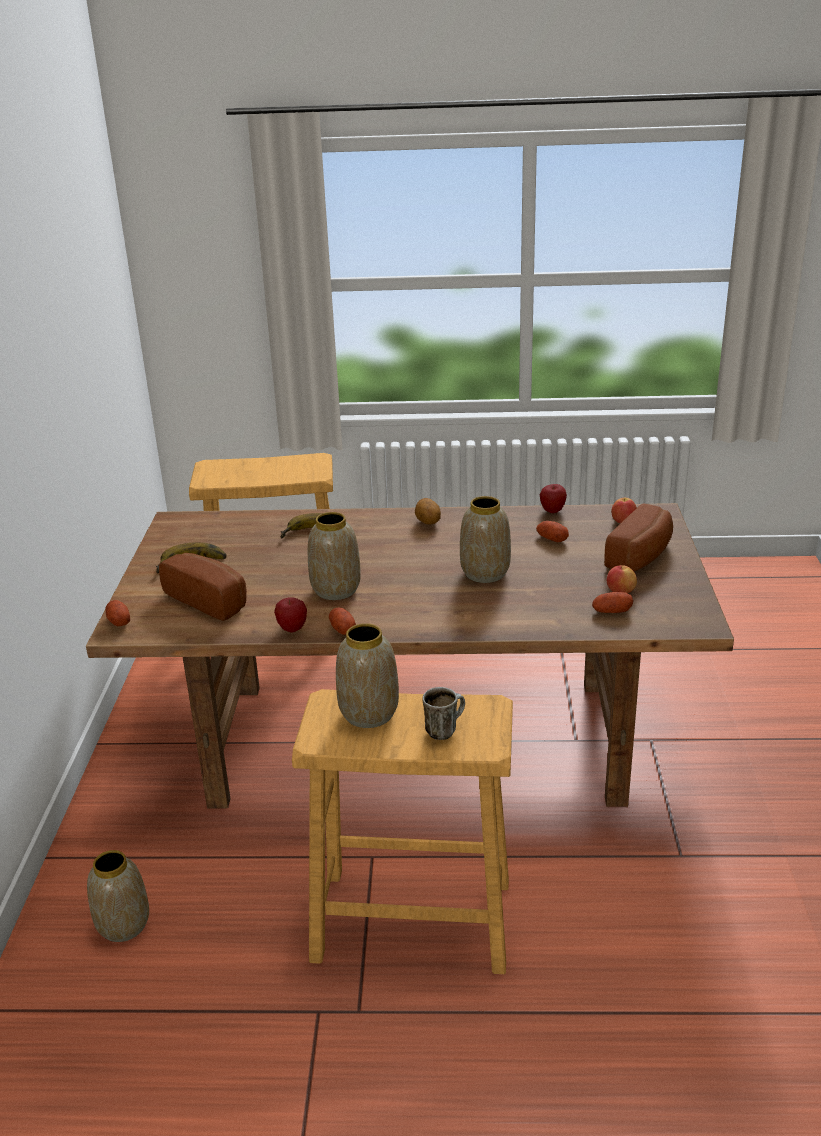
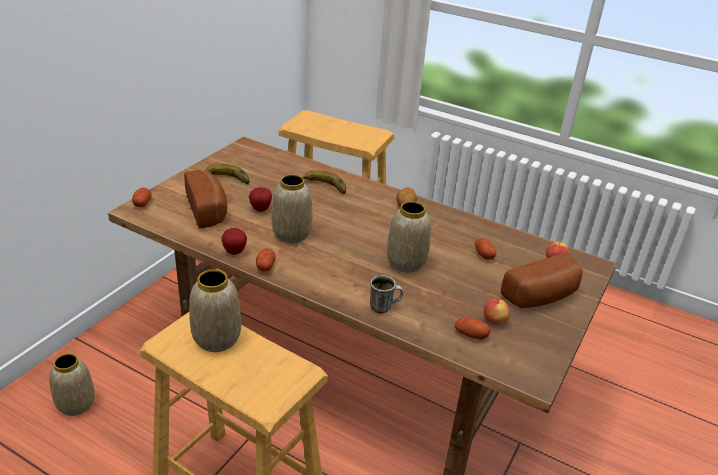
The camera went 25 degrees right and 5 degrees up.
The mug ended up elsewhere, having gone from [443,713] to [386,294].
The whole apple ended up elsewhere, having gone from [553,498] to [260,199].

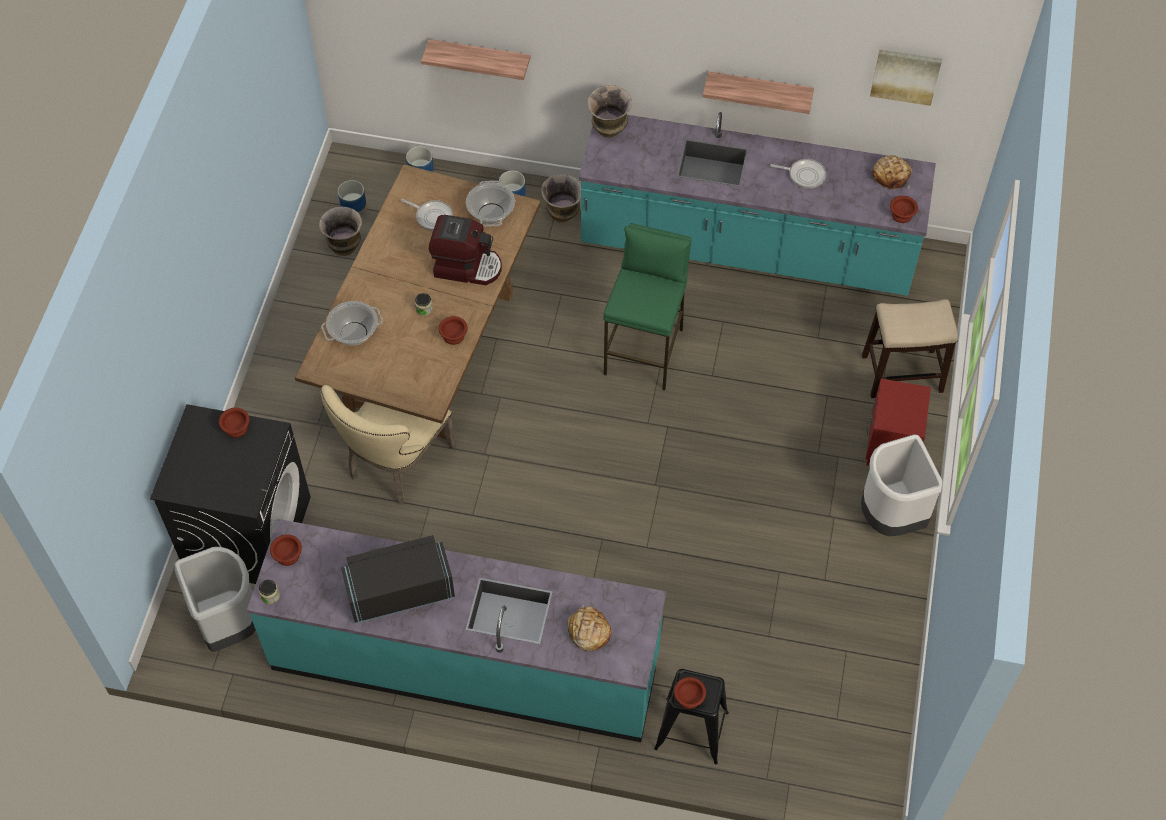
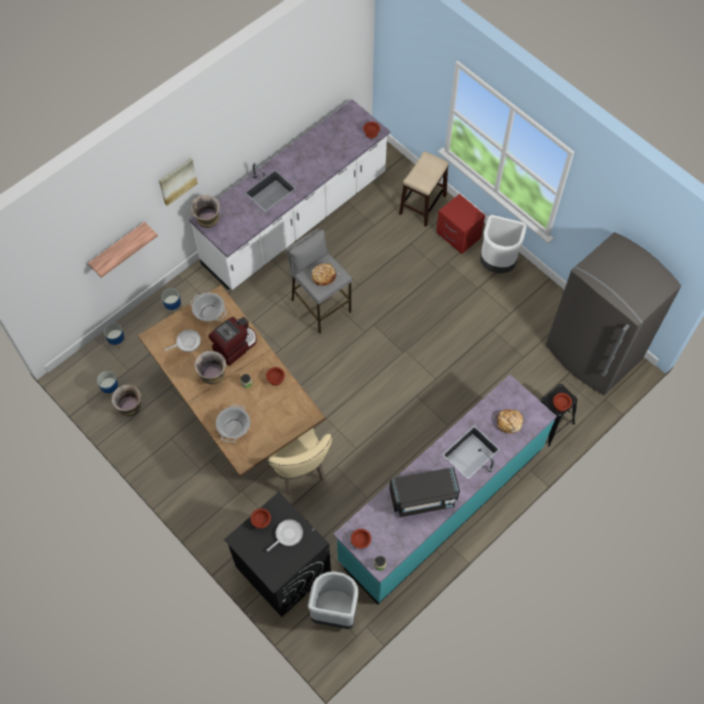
The camera went 55 degrees left and 5 degrees up.
The microwave oven (blackish) at [398,579] ended up facing another way, 120 degrees counterclockwise from before.
The decorative vase ended up elsewhere, having gone from [561,198] to [210,367].
What was the counter (blue-green) at [757,204] turned into the counter (white) at [289,194].
What was the stool (green) at [647,306] turned into the stool (greyish) at [319,281].
The second view lost the wall shelf at [758,92].
The pan ended up elsewhere, having gone from [798,174] to [285,535].
The wall art ended up elsewhere, having gone from [906,77] to [178,182].
The bread ended up elsewhere, having gone from [892,172] to [325,274].
The second view gained the kitchen fridge (greyish) at [613,313].

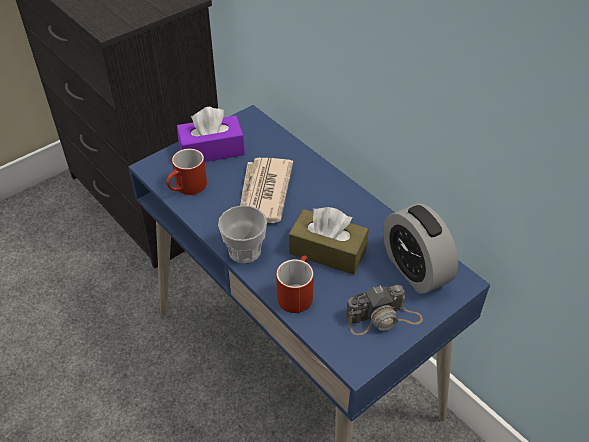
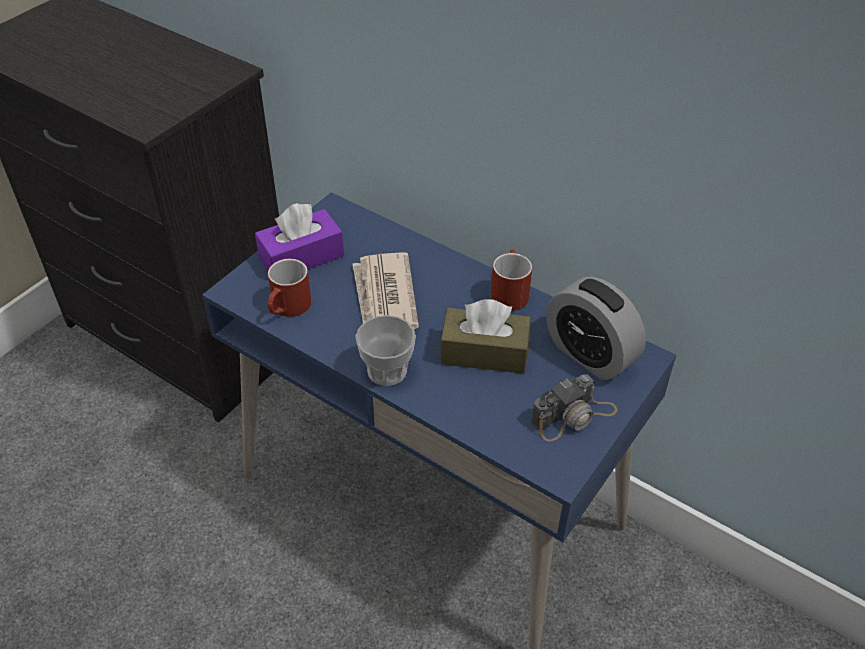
The camera went 15 degrees left and 0 degrees up.
The mug (red) ended up elsewhere, having gone from [295,284] to [511,280].

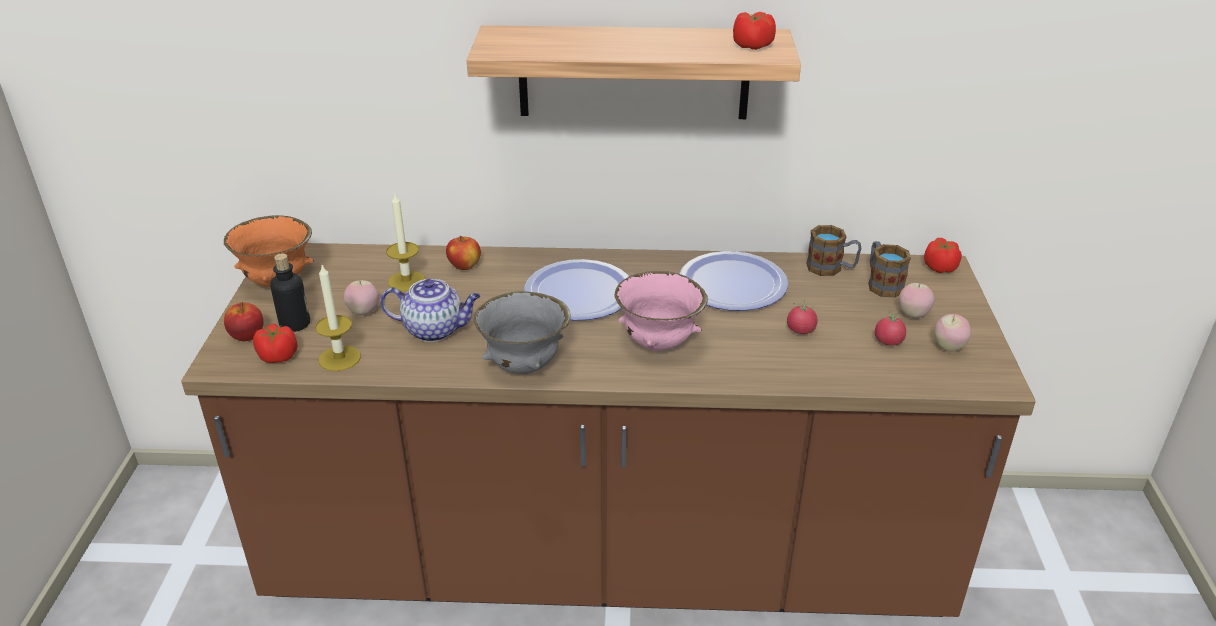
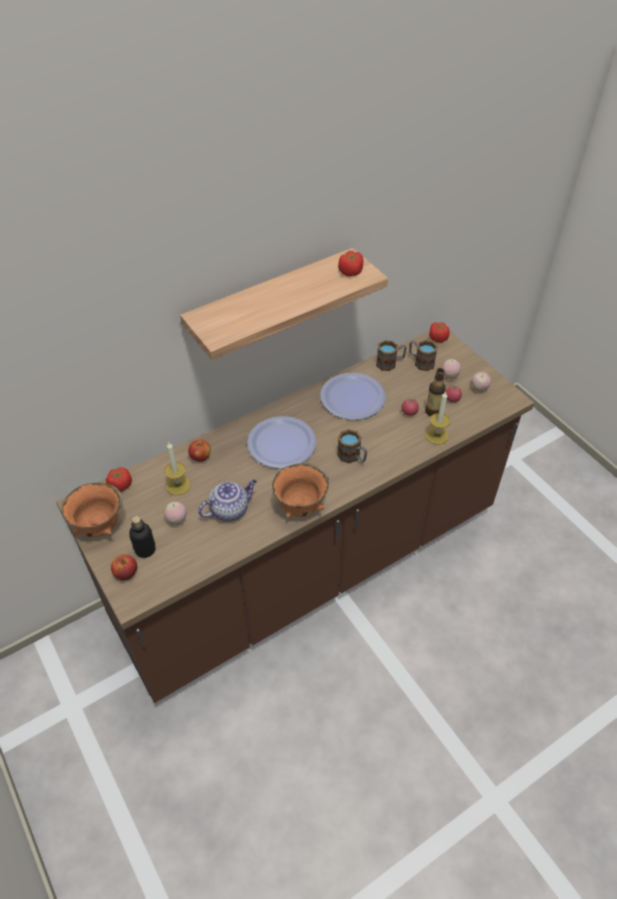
The camera went 35 degrees left and 15 degrees up.
The whole tomato ended up elsewhere, having gone from [275,343] to [119,479].
The wax light ended up elsewhere, having gone from [338,317] to [437,418].
What was the serving bowl (greyish) at [522,332] turned into the serving bowl (orange-coloured) at [300,490].
Where the serving bowl (pink) stood at [661,311], the mug came to stand at [352,446].
The second view gained the beverage bottle at [435,392].

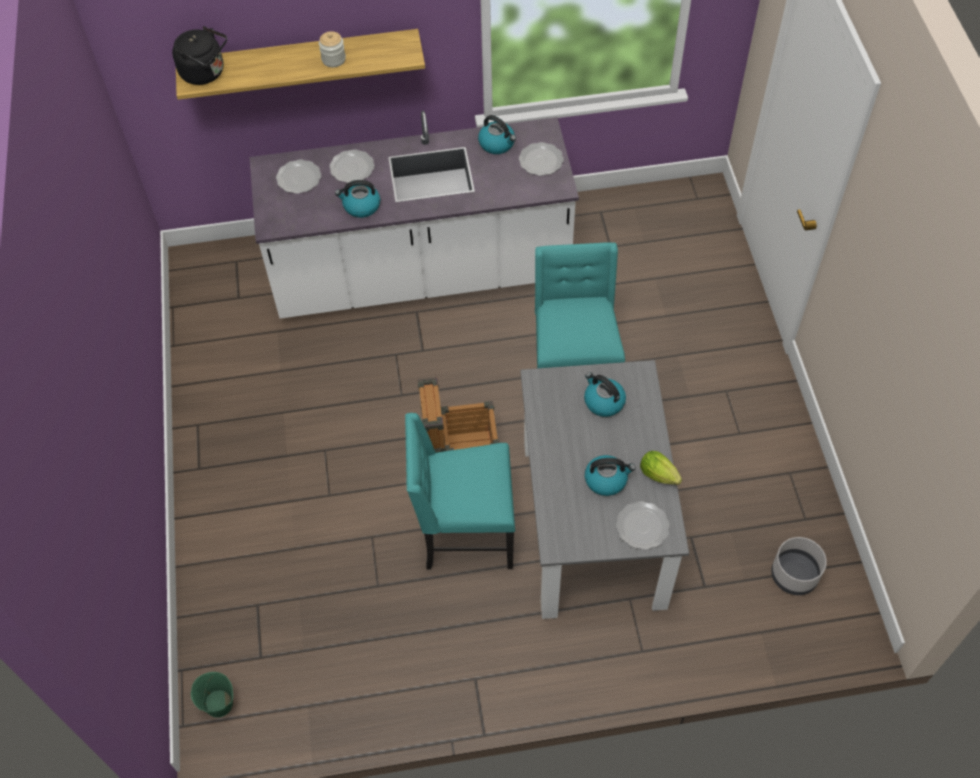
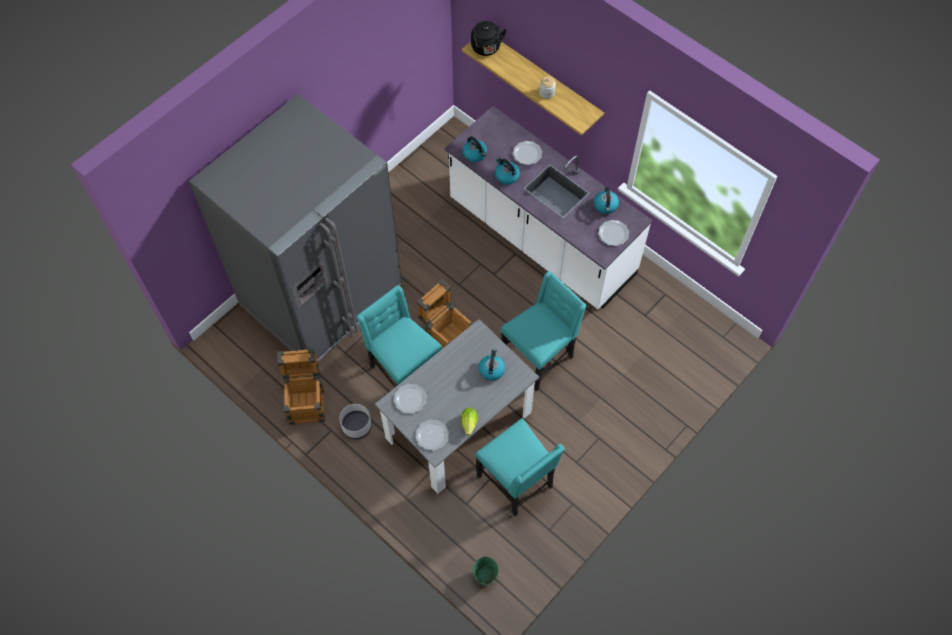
The camera went 50 degrees right and 5 degrees up.
The bucket (green) ended up elsewhere, having gone from [212,695] to [486,570].
The plate ended up elsewhere, having gone from [298,177] to [410,399].
The tea kettle ended up elsewhere, having gone from [610,475] to [475,149].
The planter (greyish) ended up elsewhere, having gone from [799,566] to [356,422].
The second view gained the kitchen fridge (greyish) at [295,228].
The second view gained the crate at [301,387].
The second view gained the upright chair (blue-green) at [520,467].

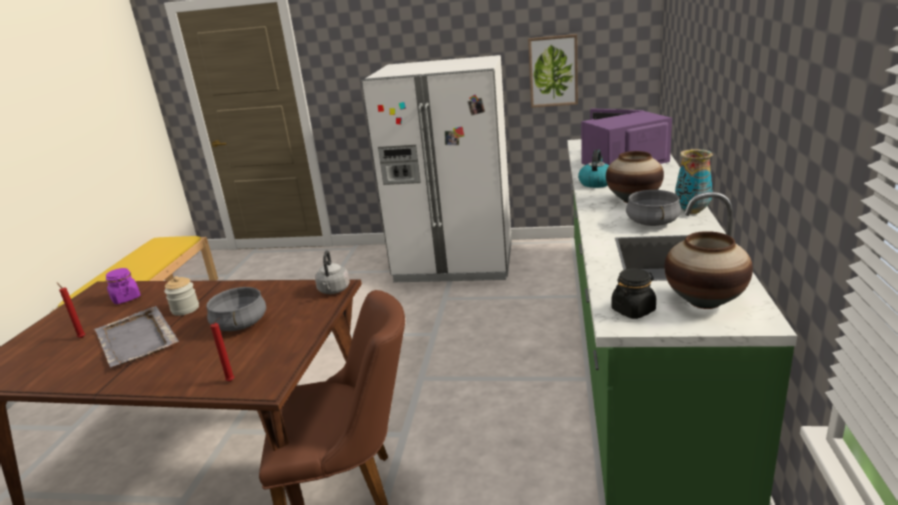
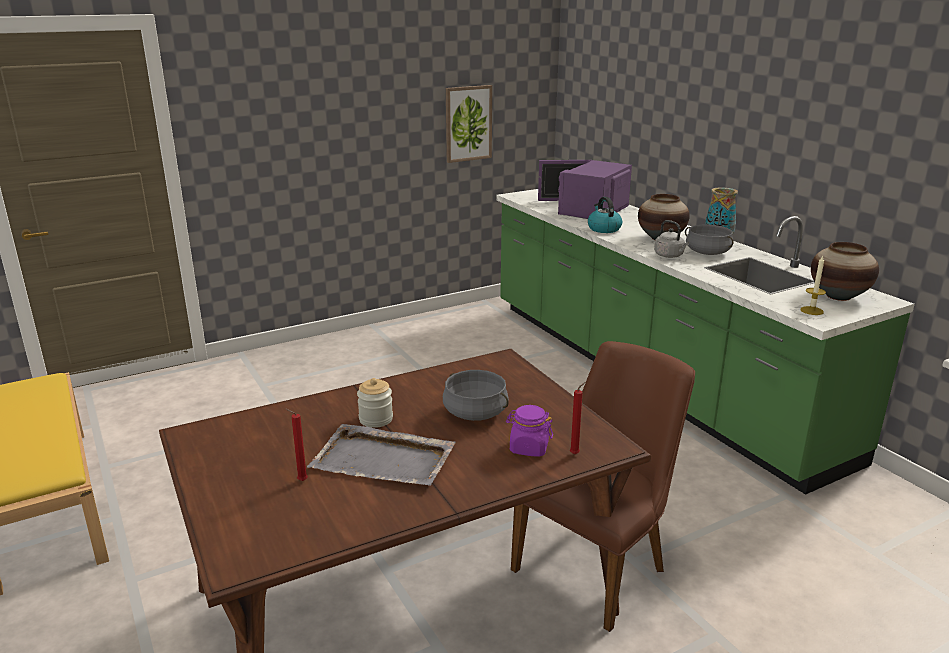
The camera went 40 degrees left and 0 degrees up.
The jar (purple-coloured) ended up elsewhere, having gone from [123,286] to [529,431].
The tea kettle (greyish) ended up elsewhere, having gone from [332,272] to [671,239].
The second view lost the kitchen fridge (white) at [436,168].
Where the jar (blackish) stood at [634,293], the wax light came to stand at [813,285].

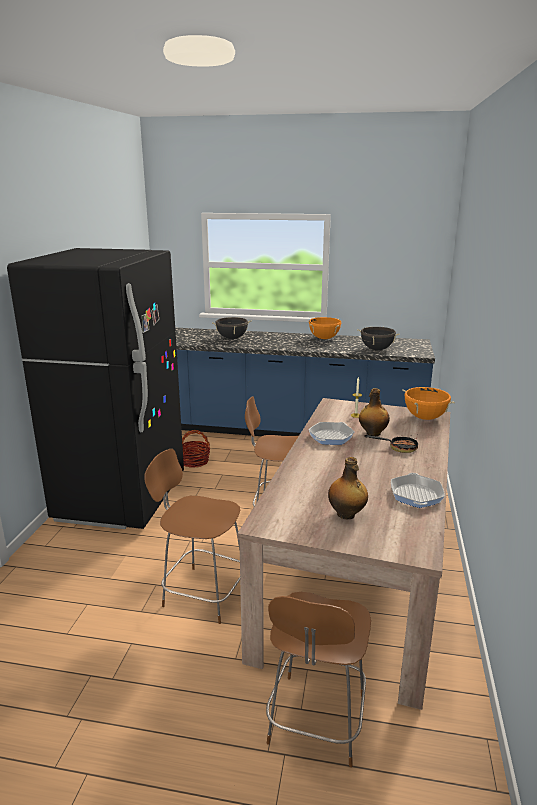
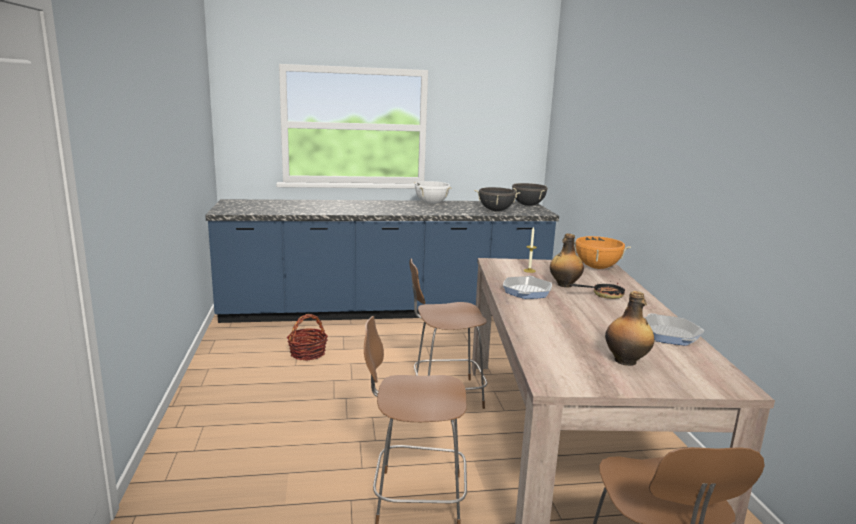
The camera went 20 degrees left and 5 degrees down.
The second view lost the kitchen fridge (blackish) at [95,388].
The cooking pot (blackish) ended up elsewhere, having gone from [232,328] to [529,194].
What was the cooking pot (orange-coloured) at [325,328] turned into the cooking pot (white) at [433,192].

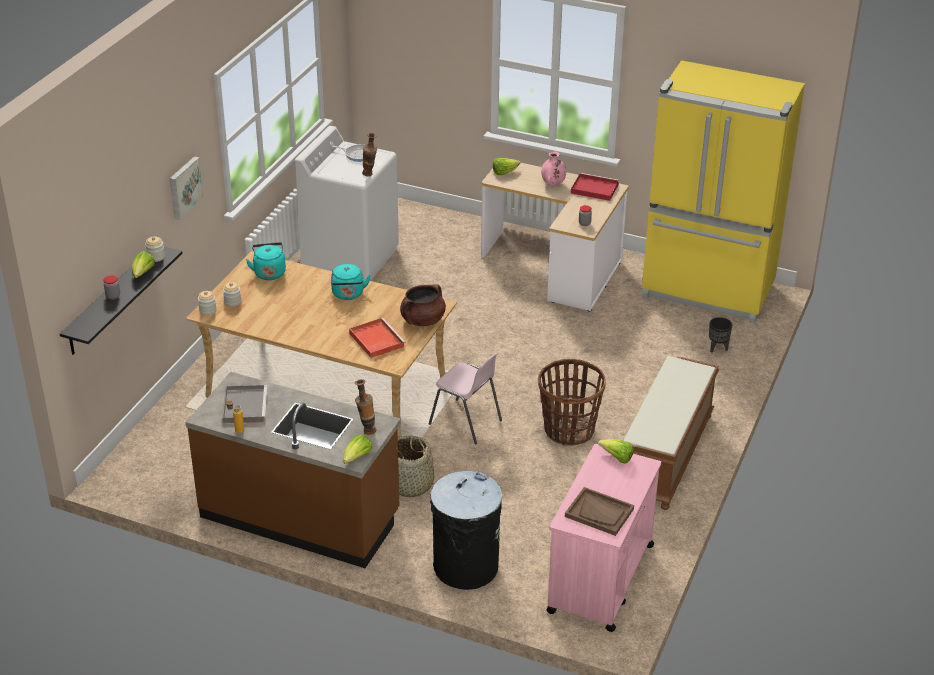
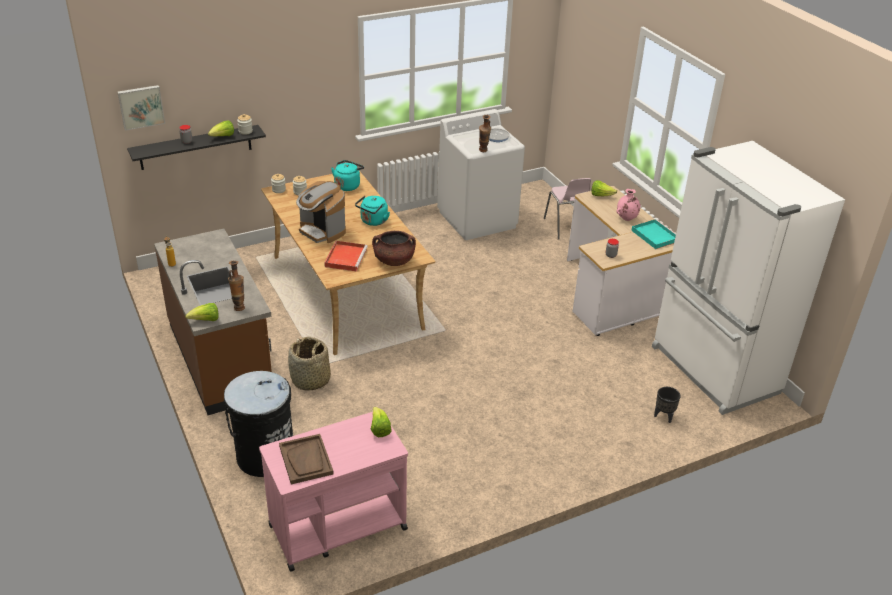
The camera went 40 degrees right and 0 degrees up.
The wall art ended up elsewhere, having gone from [187,188] to [141,107].
The second view lost the tray (greyish) at [245,404].
The upright chair (pink) ended up elsewhere, having gone from [465,398] to [567,209].
The second view lost the storage basket at [572,402].
What was the tray (red) at [595,187] turned into the tray (blue-green) at [653,234].
The second view lost the indoor bench (brown-coloured) at [671,433].
What was the kitchen fridge (yellowish) at [723,192] turned into the kitchen fridge (white) at [748,278].
The second view gained the coffee machine at [321,212].

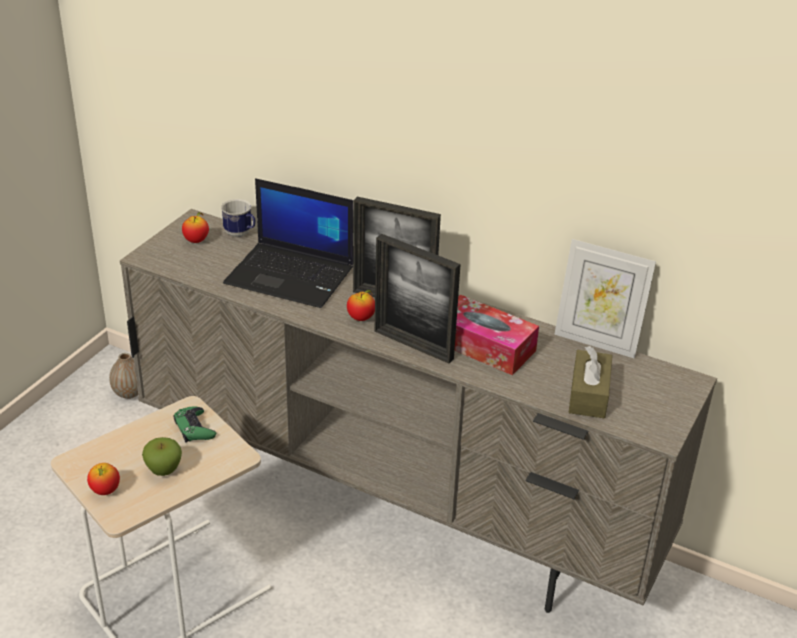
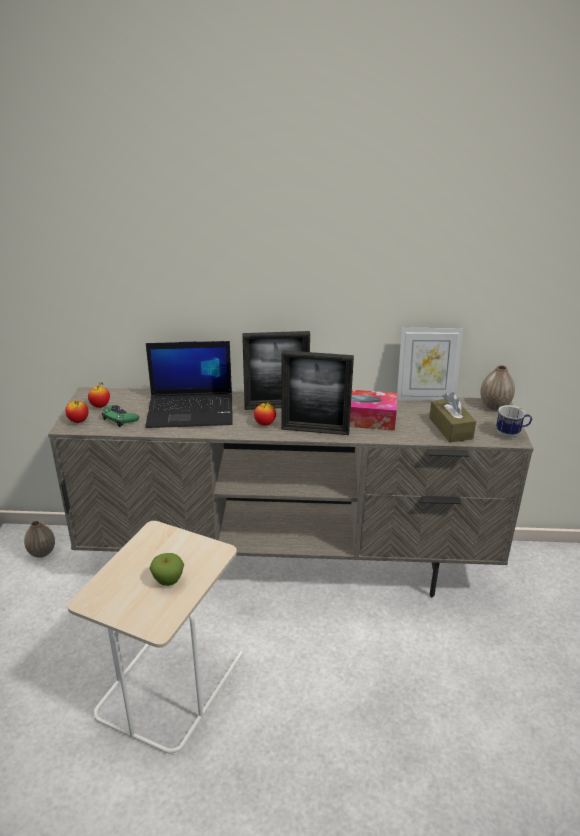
The camera went 25 degrees left and 5 degrees down.
The whole apple ended up elsewhere, having gone from [103,479] to [76,411].
The gamepad (green) ended up elsewhere, having gone from [194,424] to [120,416].
The mug ended up elsewhere, having gone from [238,218] to [514,421].
The second view gained the decorative vase at [497,387].

